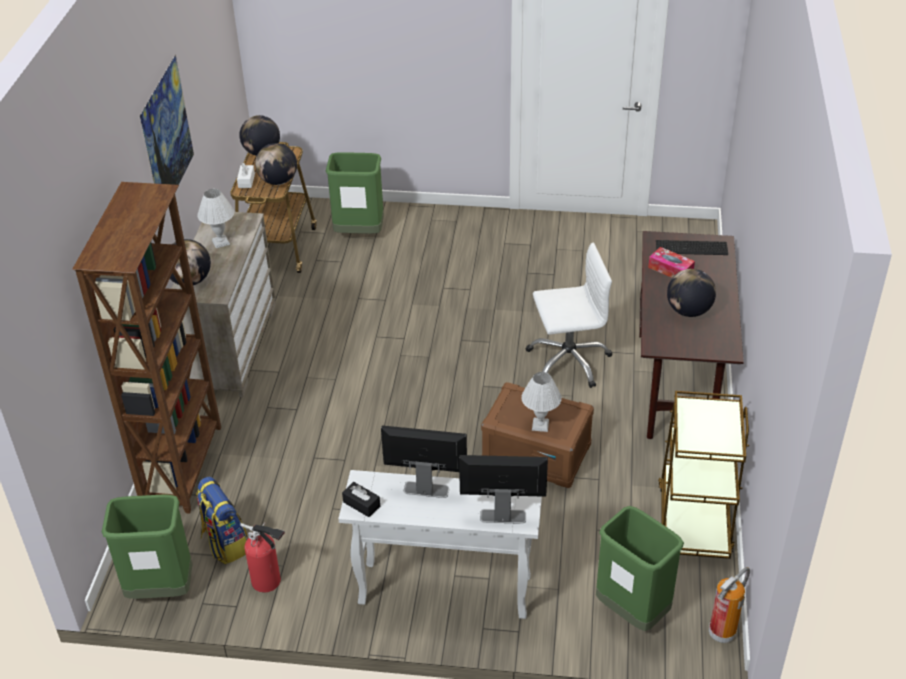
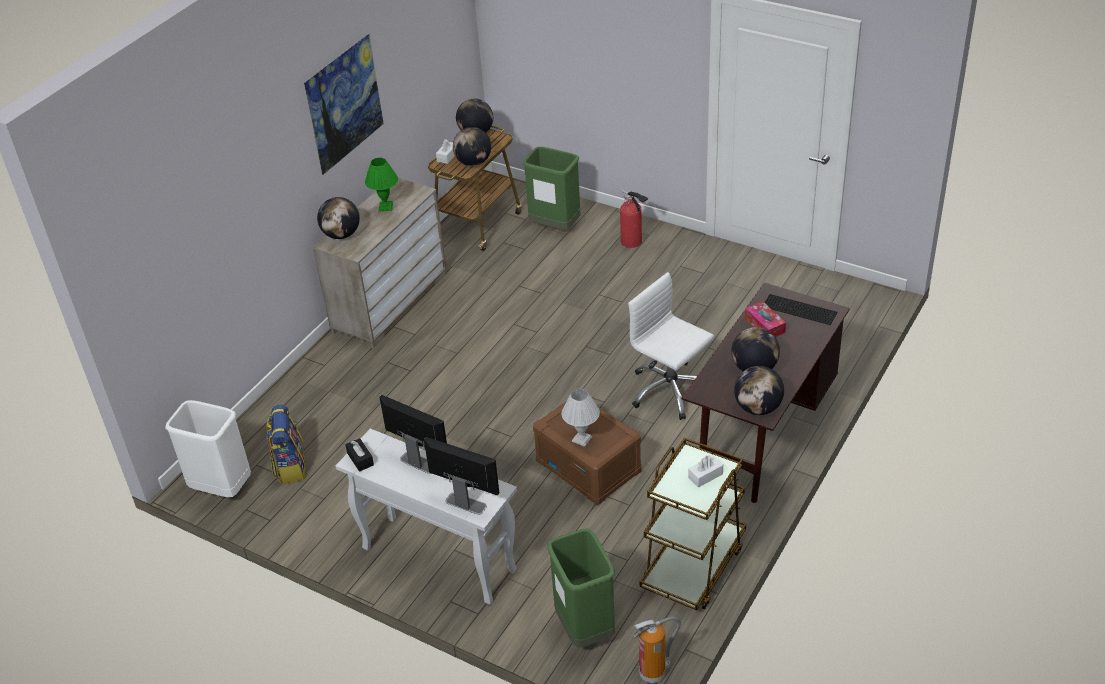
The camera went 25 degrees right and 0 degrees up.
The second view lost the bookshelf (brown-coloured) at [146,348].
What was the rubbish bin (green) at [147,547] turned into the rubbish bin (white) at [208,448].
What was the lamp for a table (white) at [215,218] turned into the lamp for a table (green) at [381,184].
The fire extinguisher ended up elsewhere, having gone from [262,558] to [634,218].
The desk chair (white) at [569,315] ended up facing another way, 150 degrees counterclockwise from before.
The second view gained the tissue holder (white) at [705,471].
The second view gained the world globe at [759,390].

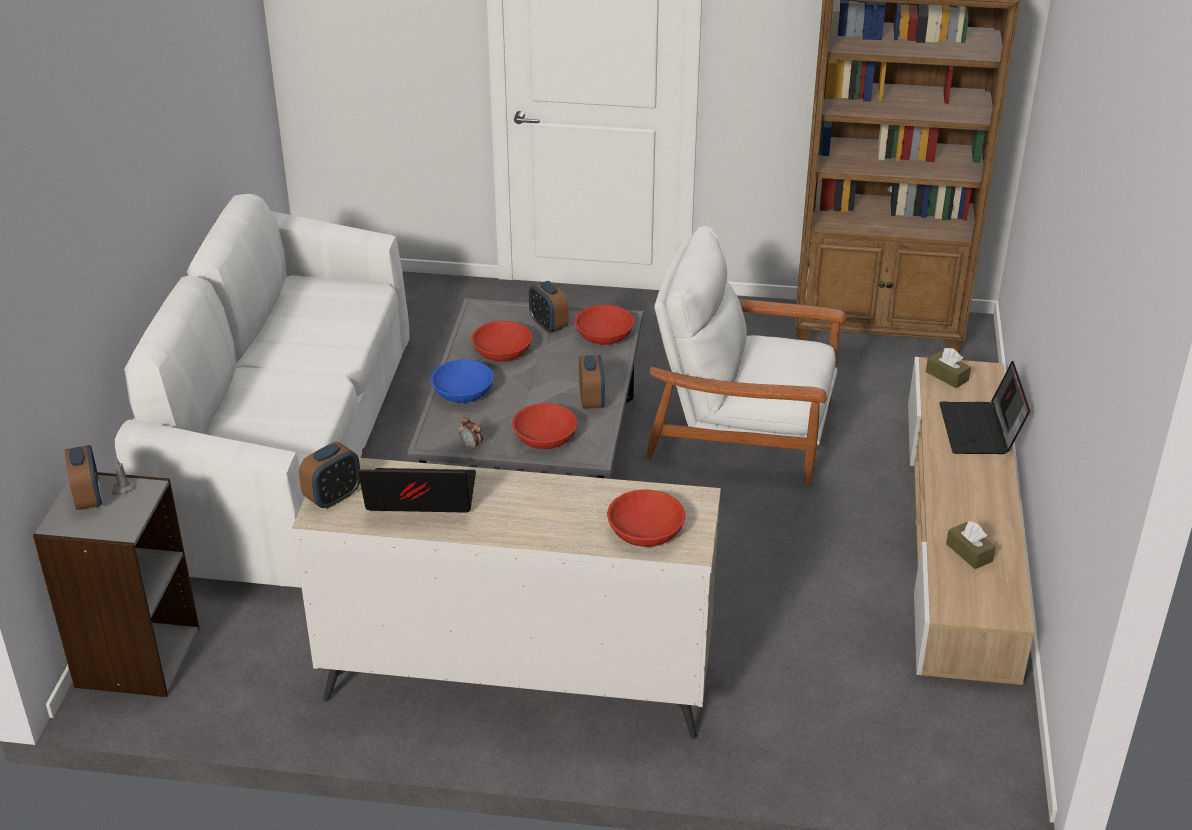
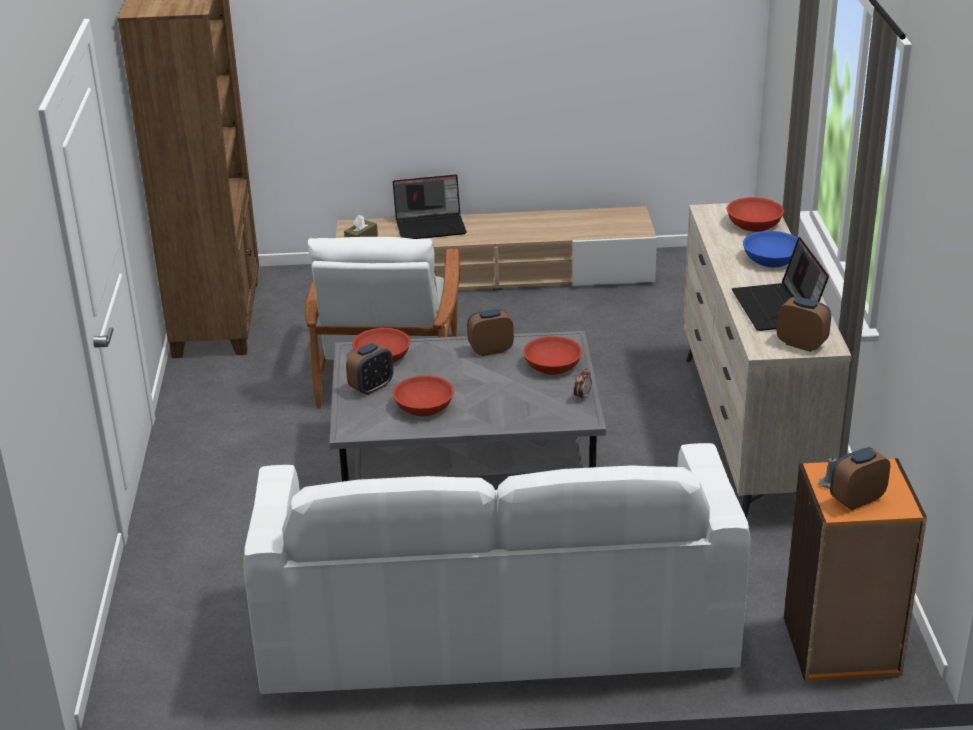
The camera went 100 degrees left and 5 degrees down.
What was the bookshelf (greyish) at [116,584] turned into the bookshelf (orange-coloured) at [855,569].
The serving bowl (blue) ended up elsewhere, having gone from [462,381] to [770,249].
The second view lost the tissue holder (brown-coloured) at [971,545].

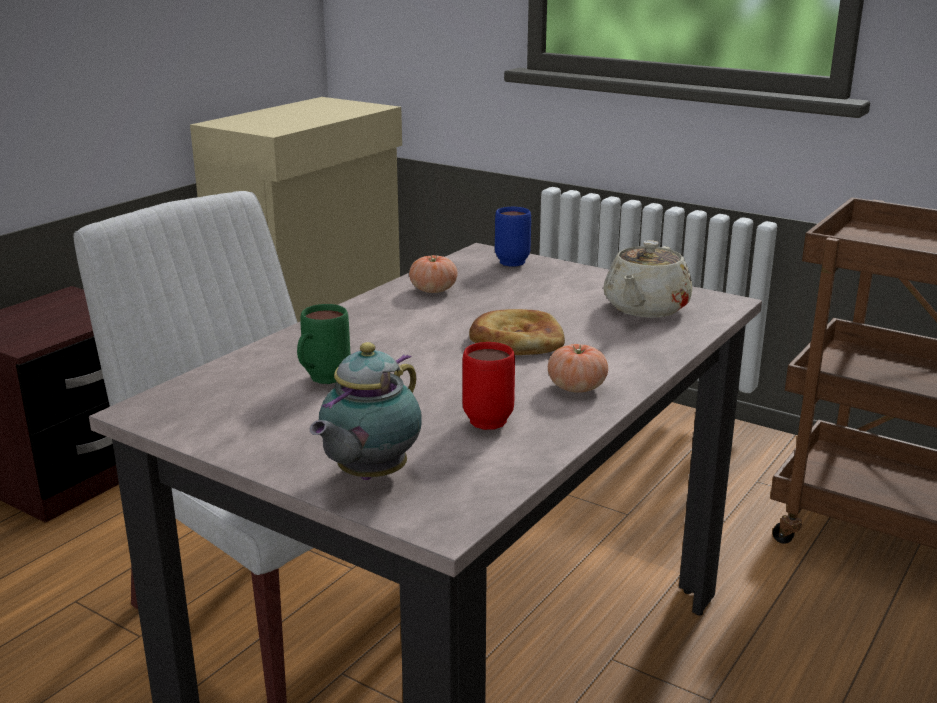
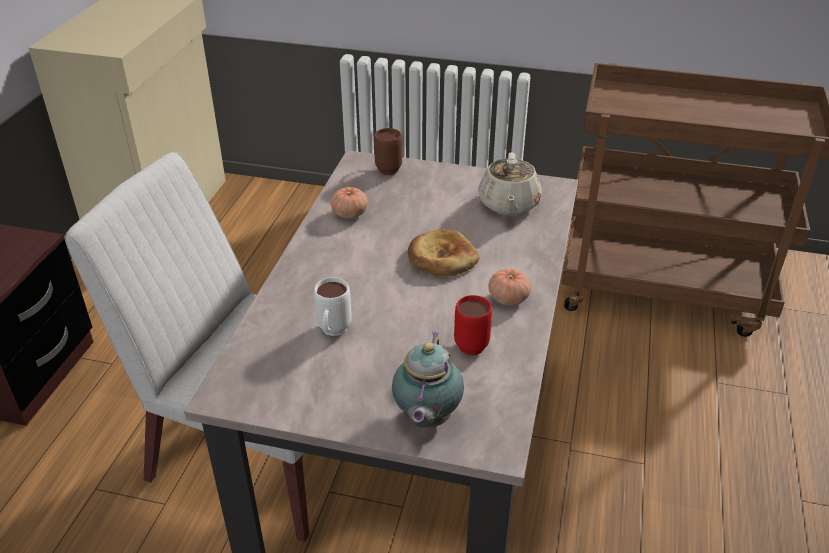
The camera went 20 degrees left and 15 degrees up.
What was the mug (green) at [324,344] turned into the mug (white) at [333,306].
What was the mug (blue) at [513,236] turned into the mug (brown-coloured) at [388,151].

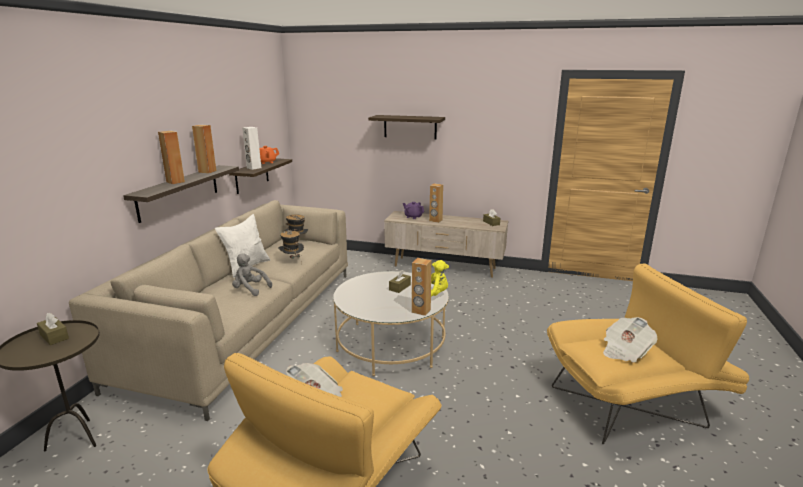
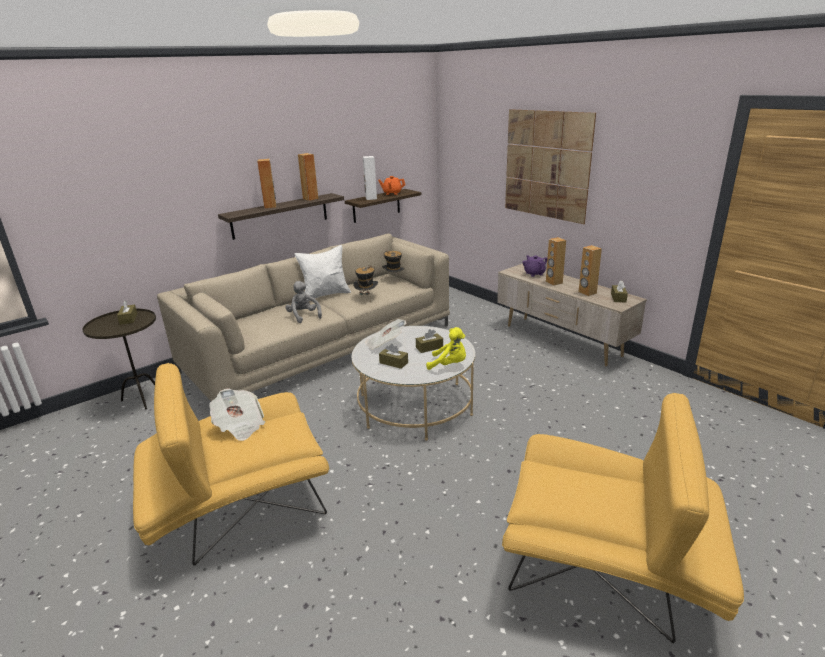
The camera went 35 degrees right and 5 degrees up.
Where the wall shelf hung at [406,127], the wall art came to hang at [550,166].
The speaker (brown-coloured) ended up elsewhere, having gone from [421,287] to [590,270].
The daily paper ended up elsewhere, having gone from [630,339] to [385,334].
The second view gained the tissue holder (brown-coloured) at [393,356].

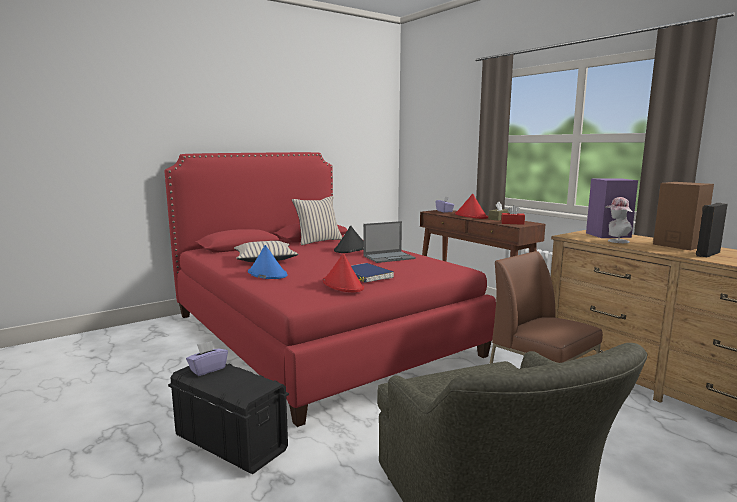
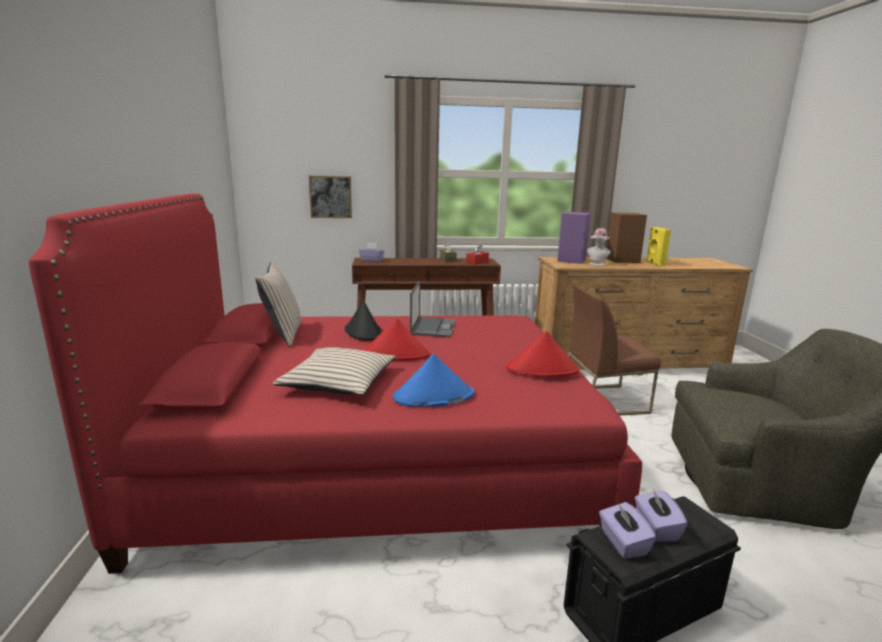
The camera went 60 degrees left and 5 degrees up.
The second view lost the book (blue) at [372,273].
The wearable hat (red) ended up elsewhere, having gone from [471,206] to [396,339].
What was the speaker (blackish) at [712,230] turned into the speaker (yellowish) at [658,246].
The second view gained the wall art at [330,197].
The second view gained the tissue holder (purple-coloured) at [661,515].

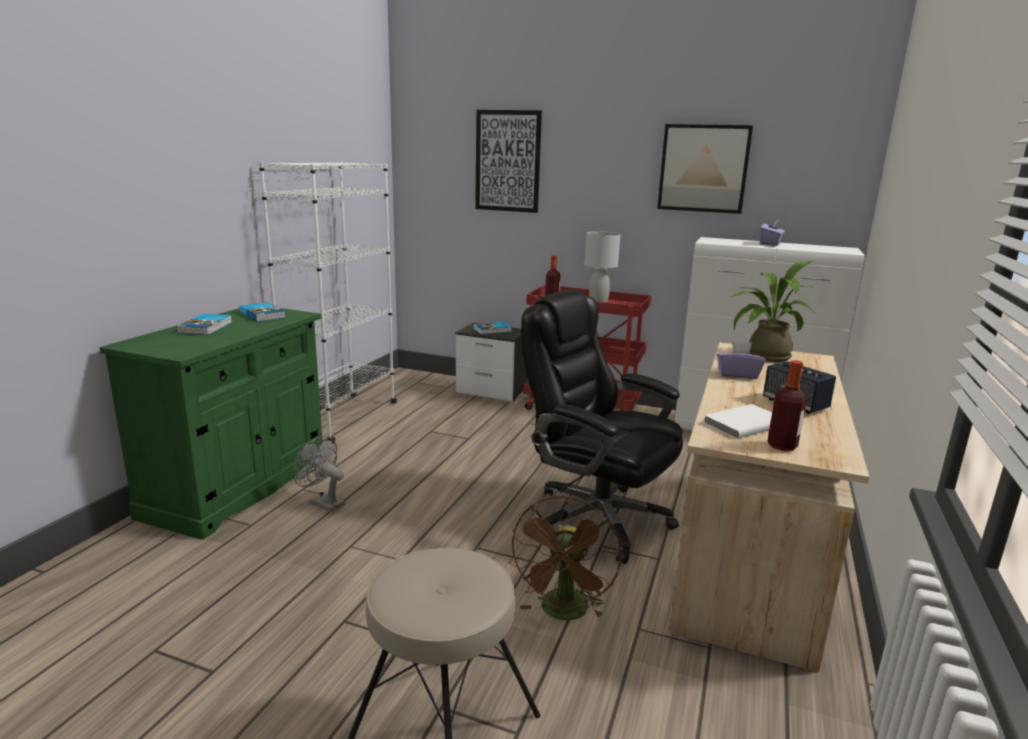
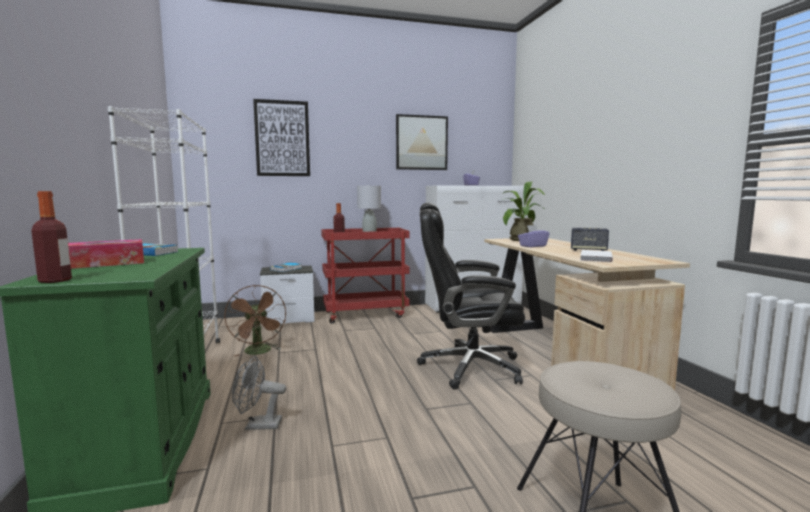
The camera went 35 degrees left and 10 degrees down.
Where the book stood at [204,324], the tissue holder came to stand at [106,254].
The fan (brown-coloured) ended up elsewhere, having gone from [565,558] to [255,321].
The beverage bottle ended up elsewhere, having gone from [786,405] to [51,237].

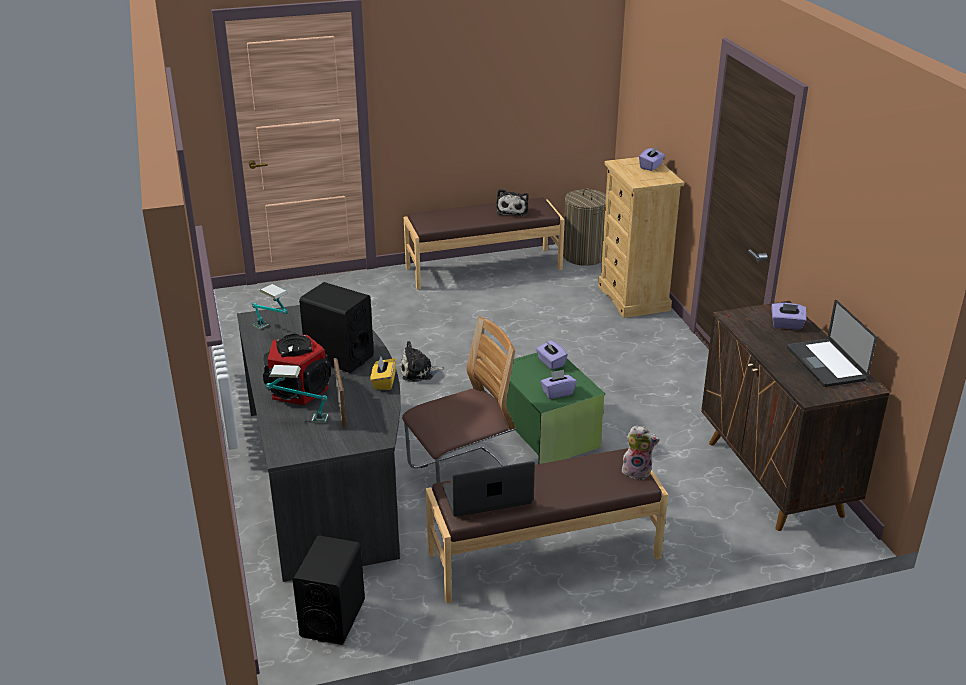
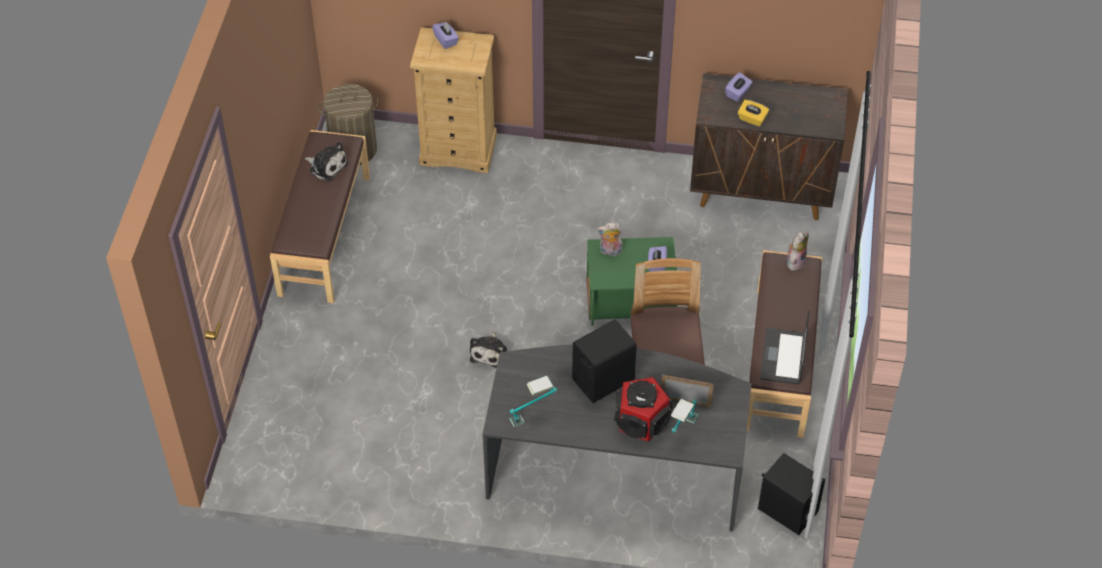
The camera went 65 degrees left and 20 degrees up.
The tissue holder (yellowish) ended up elsewhere, having gone from [383,373] to [753,113].
Where the tissue holder (purple-coloured) stood at [552,355], the plush toy came to stand at [609,239].
The second view lost the portable computer at [832,343].

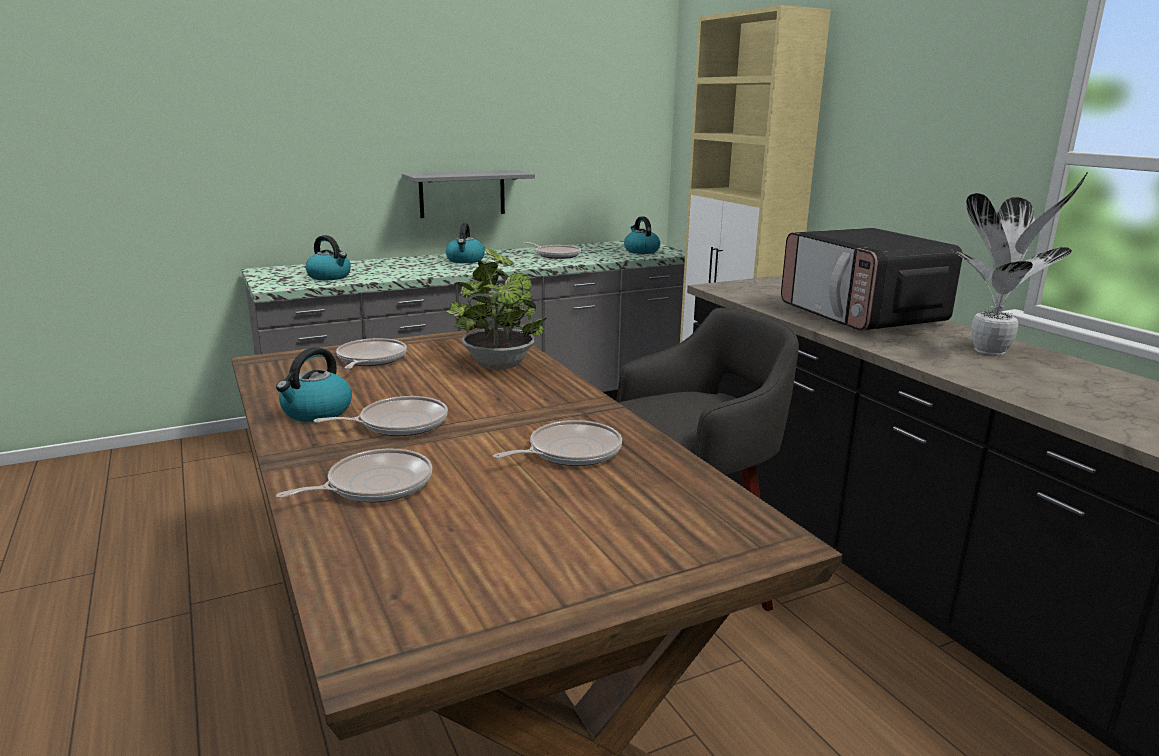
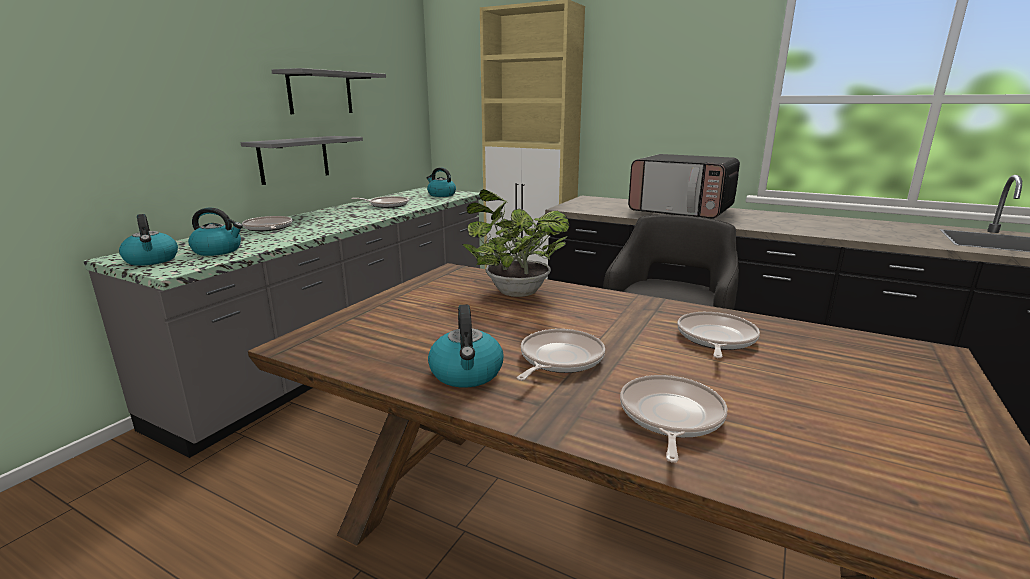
The camera went 35 degrees left and 0 degrees up.
The pan ended up elsewhere, having gone from [371,353] to [267,223].
The tea kettle ended up elsewhere, having gone from [465,243] to [148,240].
The second view lost the houseplant at [1019,264].
The second view gained the wall shelf (greyish) at [328,91].

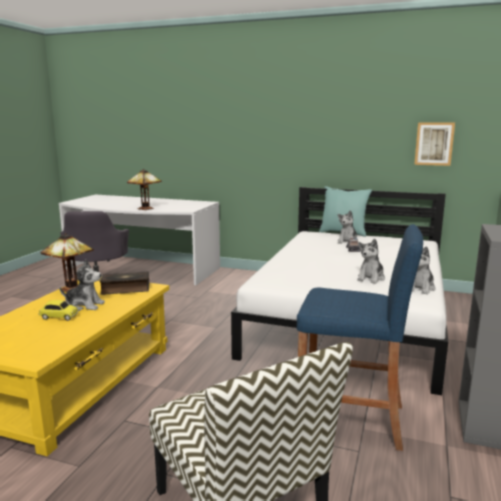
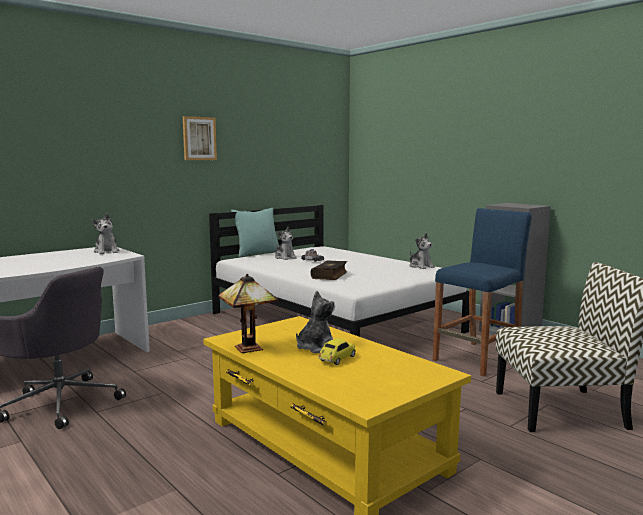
The camera went 60 degrees left and 5 degrees down.
The book ended up elsewhere, having gone from [124,283] to [329,270].
The second view lost the lamp for a table at [144,189].
The plush toy ended up elsewhere, having gone from [371,261] to [105,233].
The wall art ended up elsewhere, having gone from [434,144] to [200,138].

